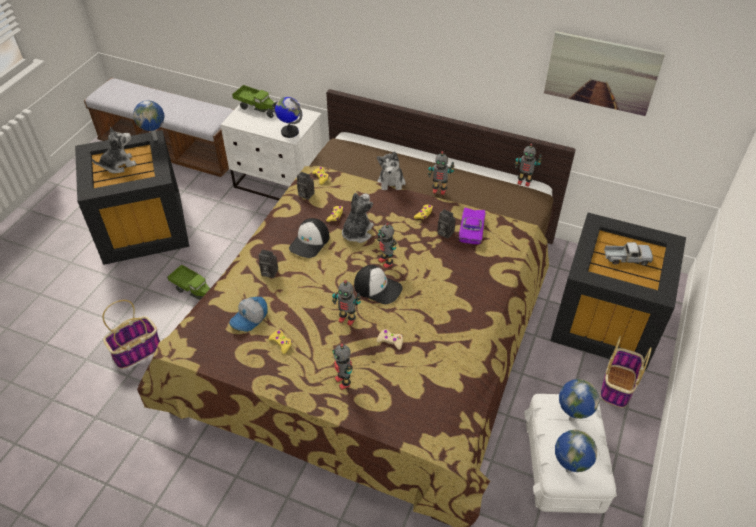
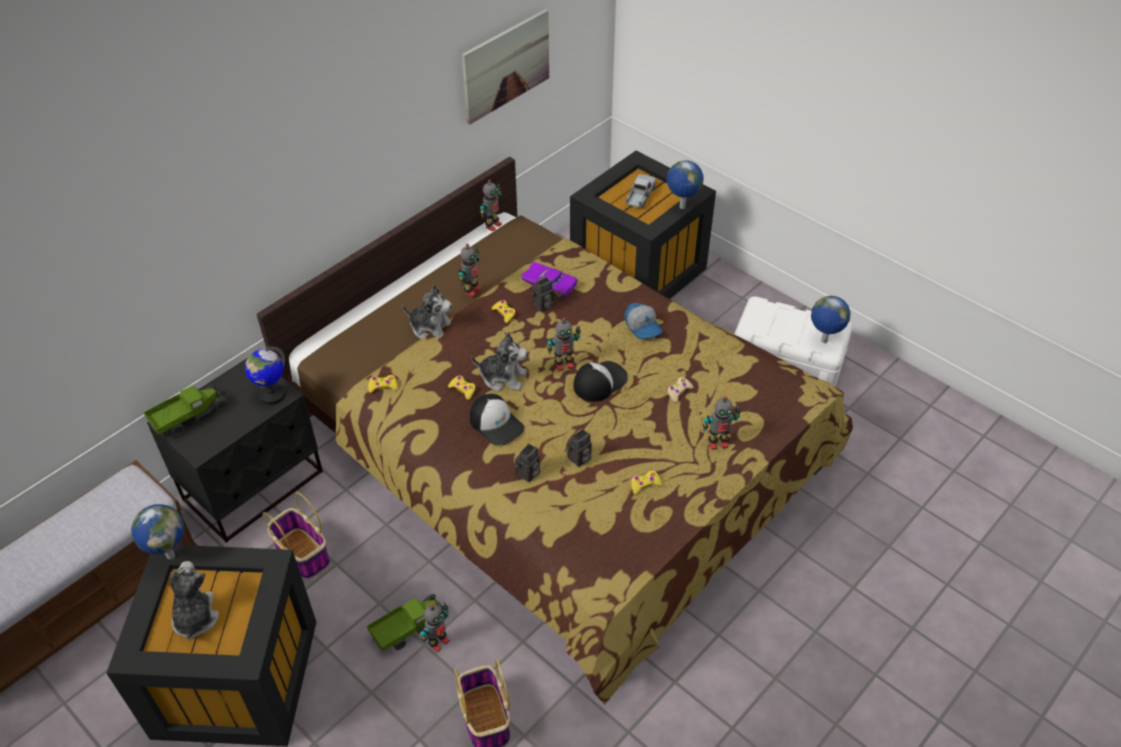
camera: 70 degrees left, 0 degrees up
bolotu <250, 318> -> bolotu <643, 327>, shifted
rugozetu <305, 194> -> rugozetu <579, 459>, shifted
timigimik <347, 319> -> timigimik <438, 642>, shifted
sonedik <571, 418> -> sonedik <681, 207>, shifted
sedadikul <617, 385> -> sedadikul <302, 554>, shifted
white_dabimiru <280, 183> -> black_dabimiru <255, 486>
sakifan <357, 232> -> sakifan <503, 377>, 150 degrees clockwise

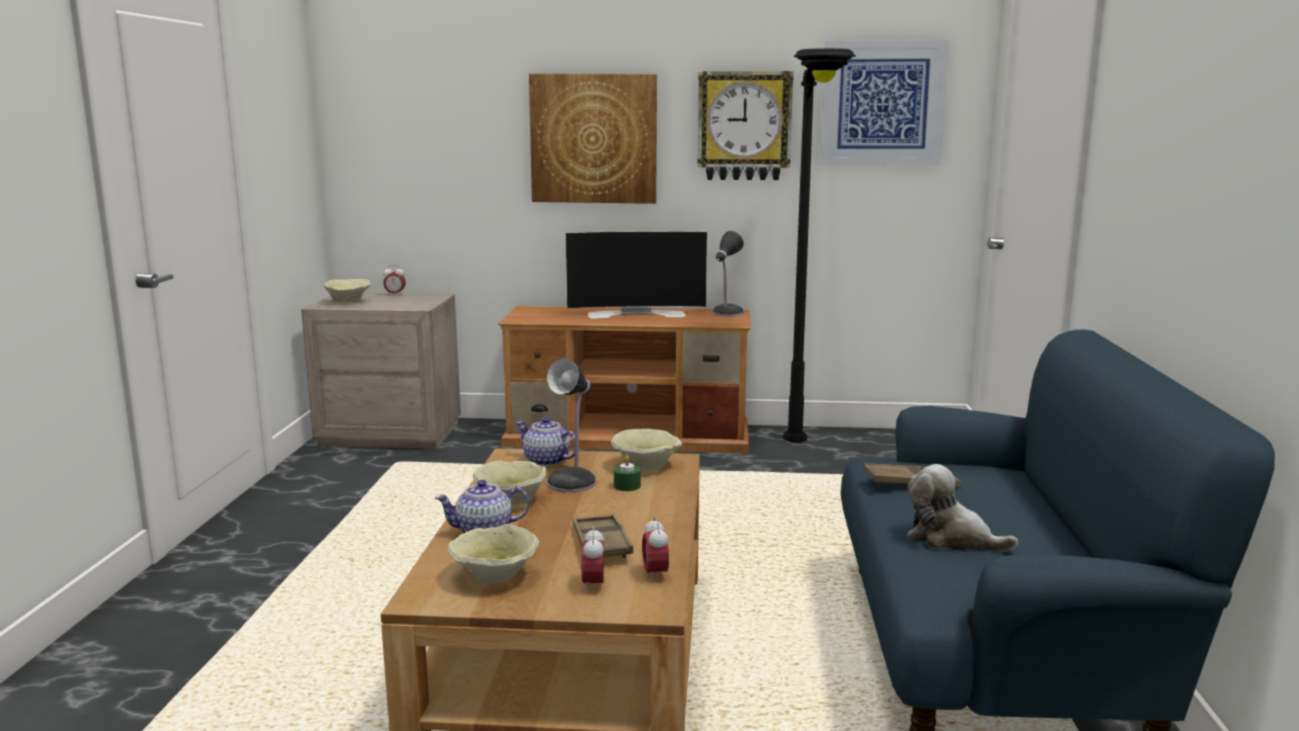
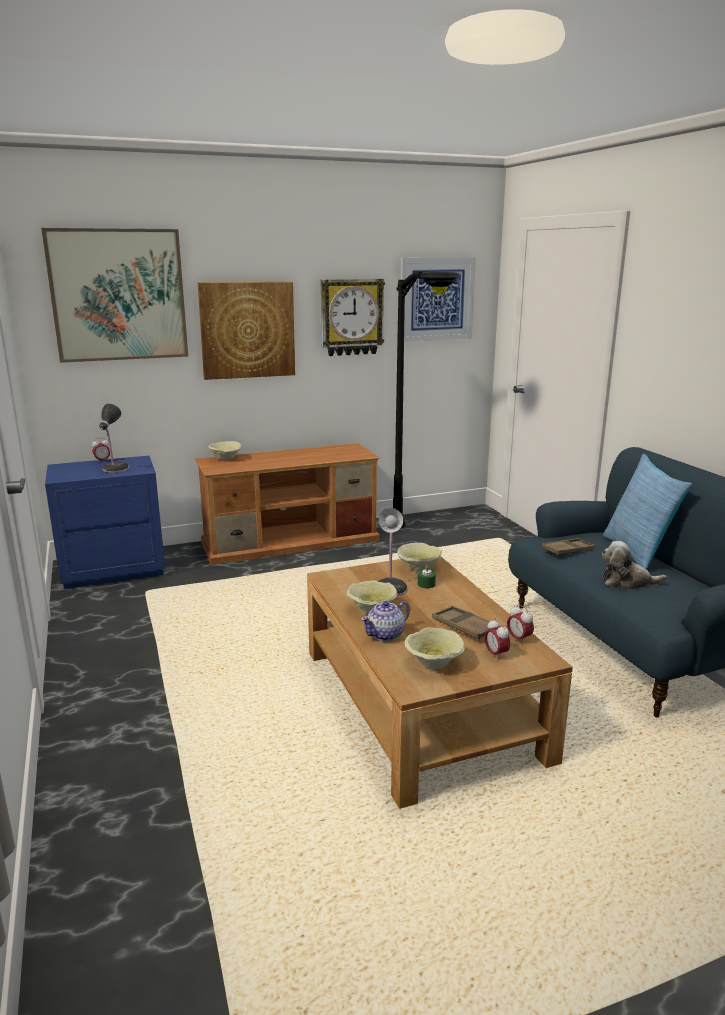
camera: 25 degrees left, 5 degrees up
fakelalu <547, 461> -> none
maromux <637, 313> -> none
none -> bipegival <118, 295>
none -> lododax <639, 553>
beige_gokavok <348, 302> -> beige_gokavok <226, 459>, shifted
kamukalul <726, 313> -> kamukalul <114, 469>, shifted
beige_dabimiru <390, 433> -> blue_dabimiru <113, 569>

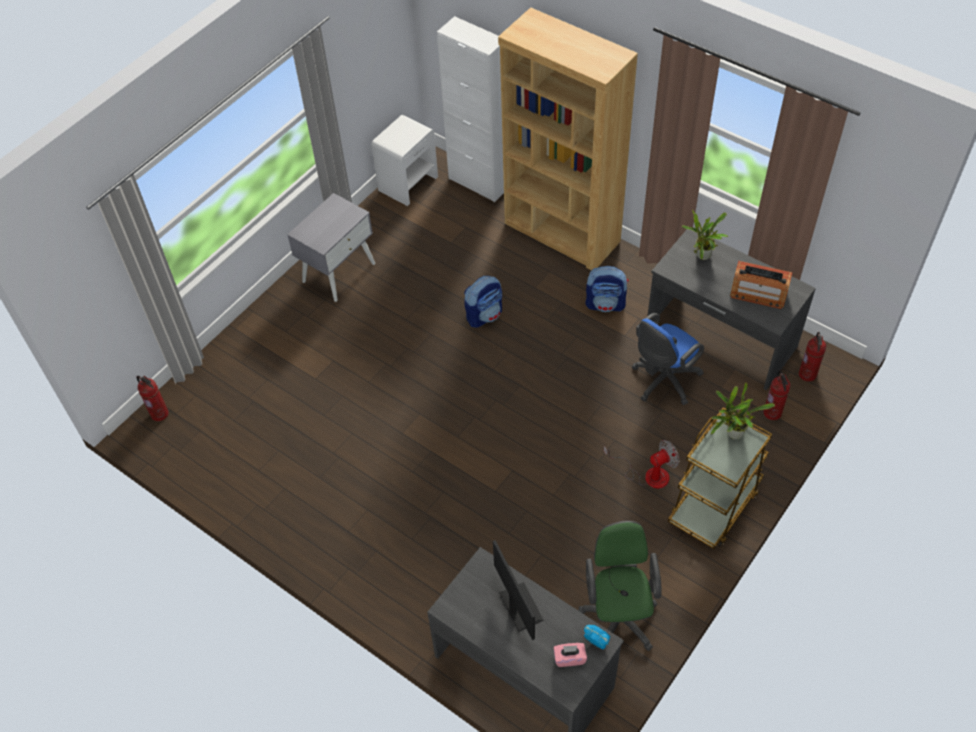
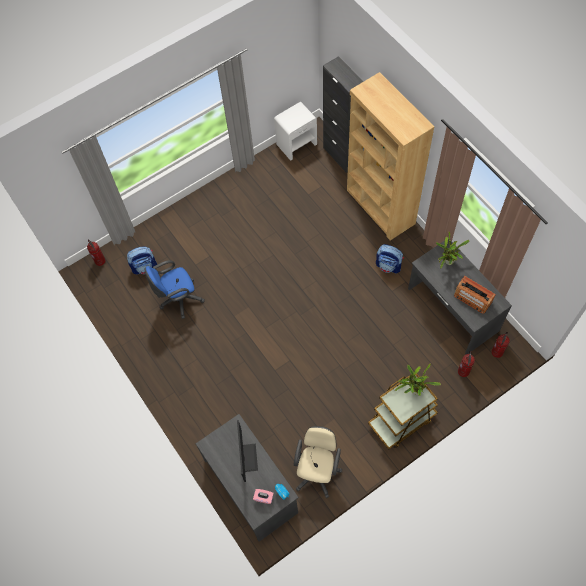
camera: 20 degrees right, 10 degrees up
grey_dabimiru <339, 272> -> none
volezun <648, 475> -> none
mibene <484, 315> -> mibene <144, 267>, shifted
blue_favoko <663, 381> -> blue_favoko <178, 299>, shifted
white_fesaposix <479, 183> -> black_fesaposix <341, 156>
green_favoko <618, 614> -> beige_favoko <317, 470>

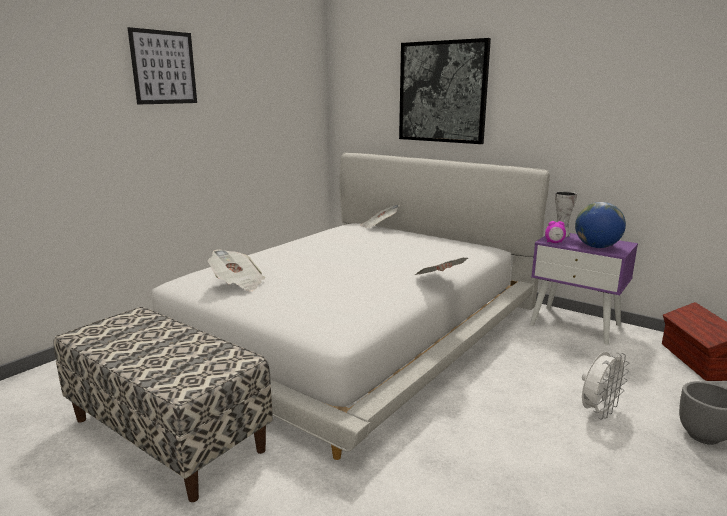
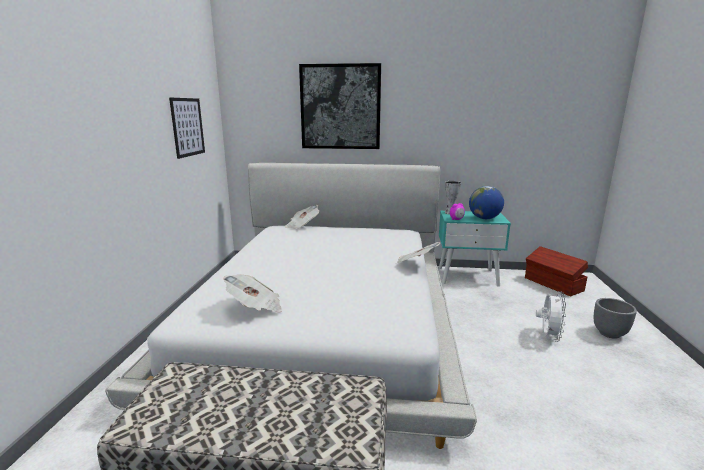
camera: 30 degrees left, 0 degrees up
bipegival <164, 67> -> bipegival <187, 127>, shifted
purple_dabimiru <575, 324> -> turquoise_dabimiru <468, 276>

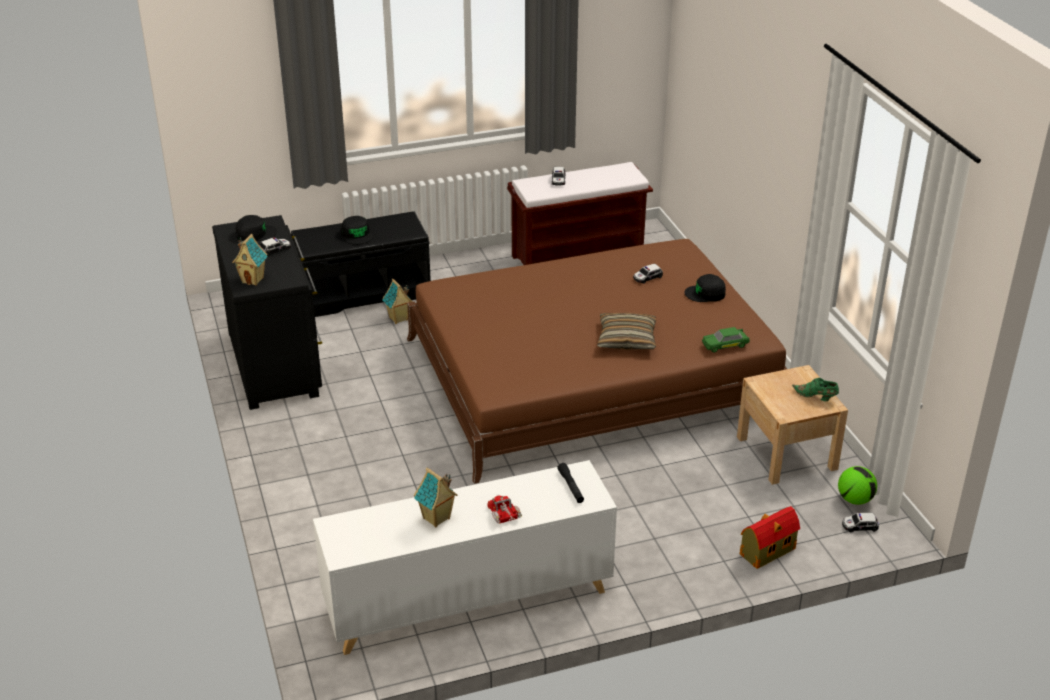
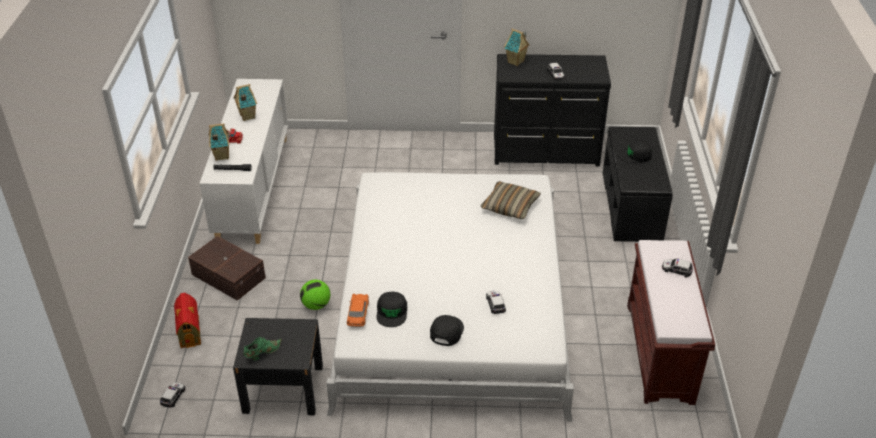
camera: 110 degrees right, 5 degrees up
none -> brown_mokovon <229, 275>
black_bolotu <255, 234> -> black_bolotu <392, 312>, shifted
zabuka <398, 319> -> zabuka <221, 156>, shifted
lododax <626, 339> -> lododax <510, 206>, shifted
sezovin <855, 500> -> sezovin <316, 305>, shifted
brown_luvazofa <592, 376> -> white_luvazofa <452, 304>
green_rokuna <725, 345> -> orange_rokuna <358, 314>
beige_dabimiru <786, 453> -> black_dabimiru <283, 388>

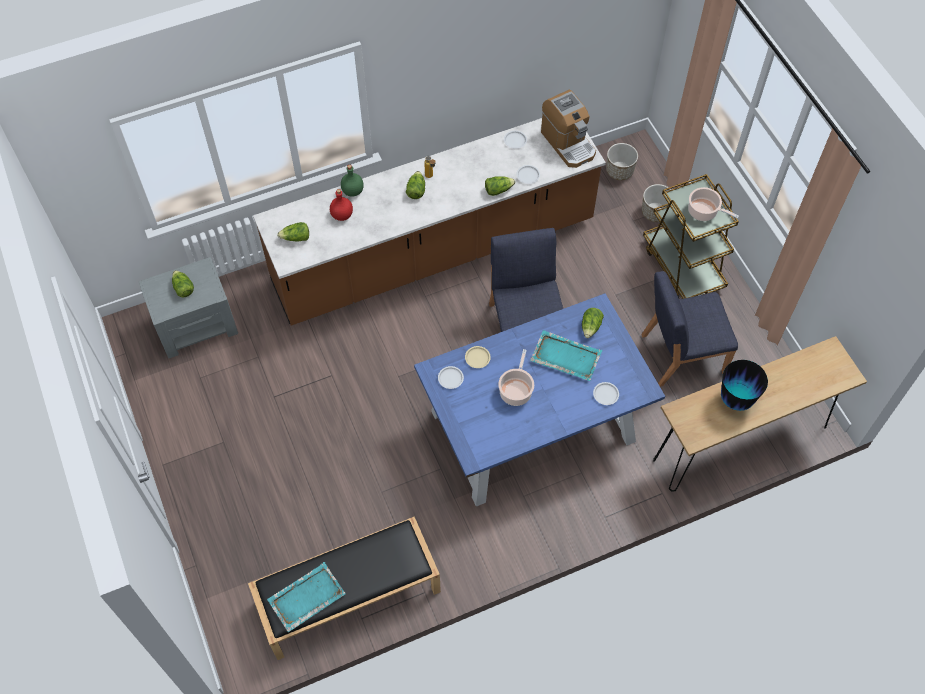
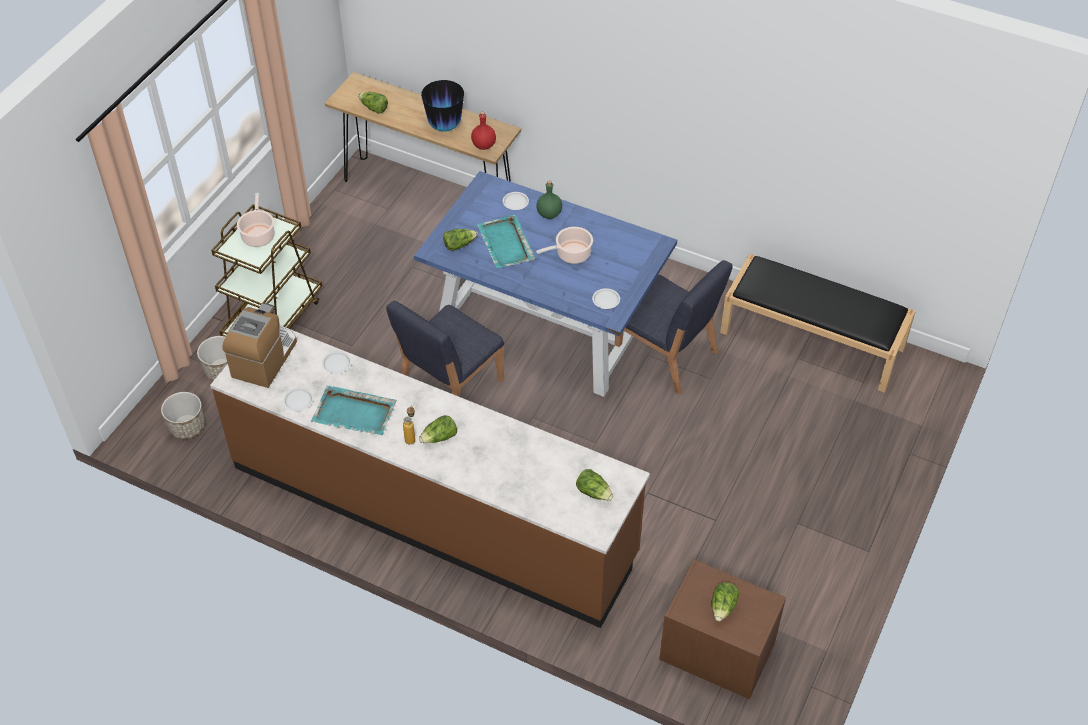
camera: 130 degrees left, 10 degrees down
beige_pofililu <477, 358> -> none
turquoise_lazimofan <306, 598> -> turquoise_lazimofan <355, 413>, shifted
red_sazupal <342, 215> -> red_sazupal <483, 145>, shifted
green_sazupal <352, 191> -> green_sazupal <549, 214>, shifted
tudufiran <498, 190> -> tudufiran <374, 108>, shifted
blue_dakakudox <681, 353> -> blue_dakakudox <666, 355>, shifted
grey_dabimiru <196, 324> -> brown_dabimiru <716, 650>

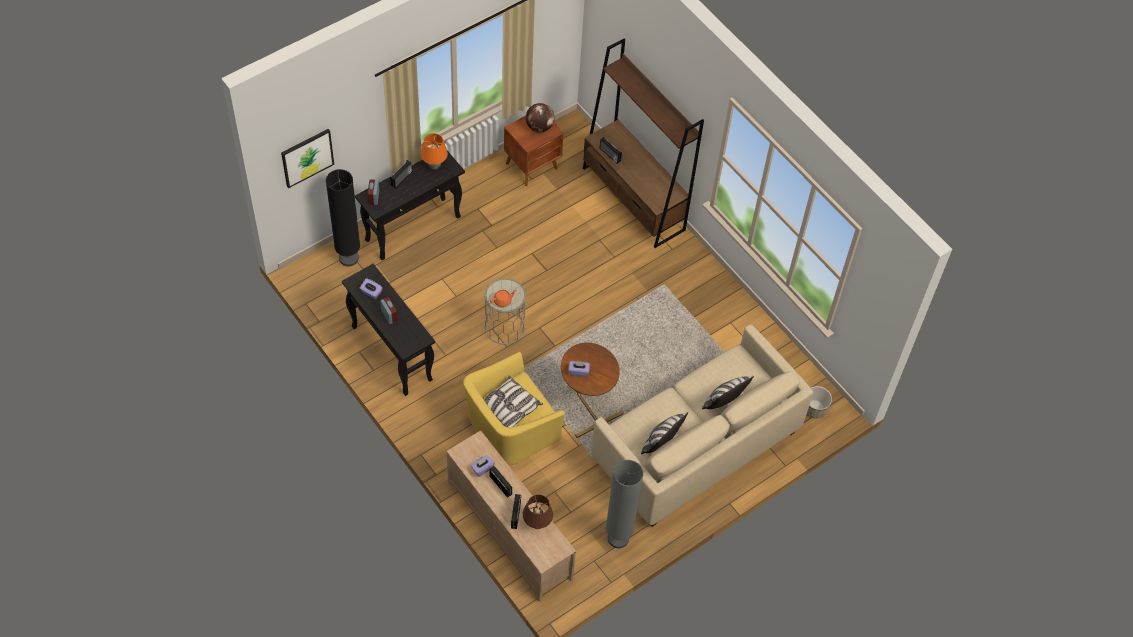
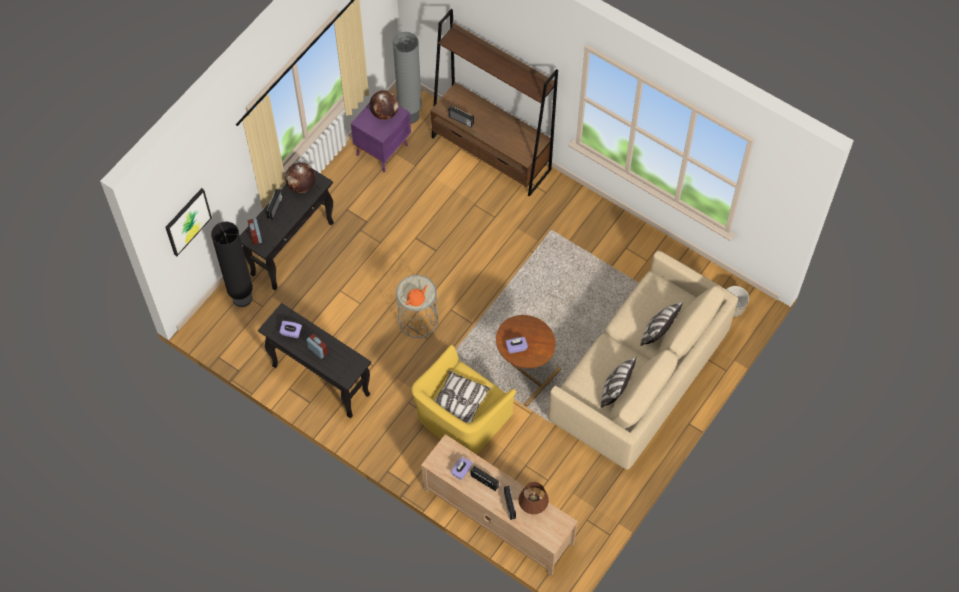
camera: 15 degrees left, 5 degrees up
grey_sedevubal <618, 538> -> grey_sedevubal <410, 116>, shifted
orange_kamukalul <434, 166> -> sonedik <301, 186>
brown_dabimiru <532, 166> -> purple_dabimiru <383, 150>

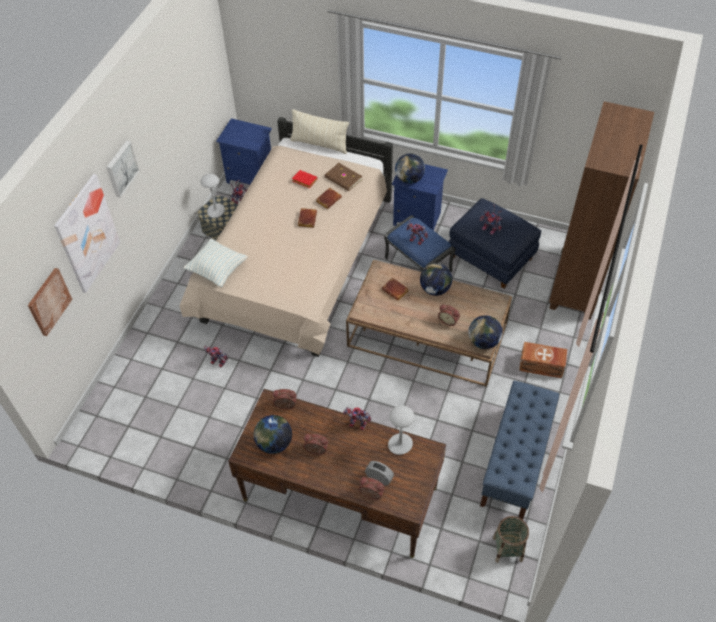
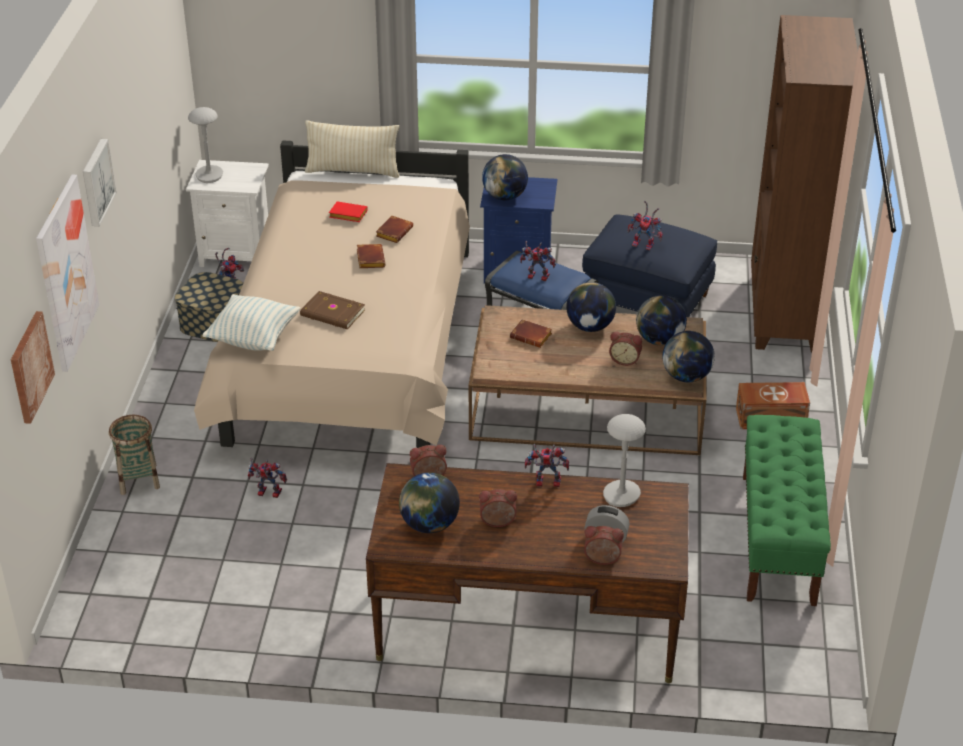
camera: 15 degrees left, 15 degrees down
none -> sonedik <659, 340>
grey_kamukalul <216, 211> -> grey_kamukalul <209, 175>, shifted
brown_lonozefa <343, 179> -> brown_lonozefa <332, 314>, shifted
sedadikul <507, 549> -> sedadikul <138, 479>, shifted
blue_dabimiru <251, 176> -> white_dabimiru <236, 254>
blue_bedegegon <515, 462> -> green_bedegegon <778, 539>

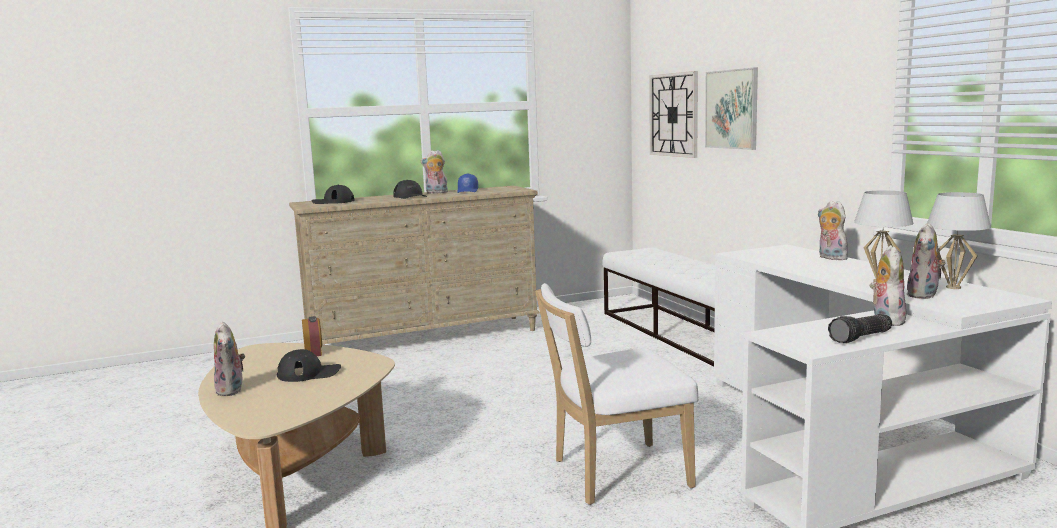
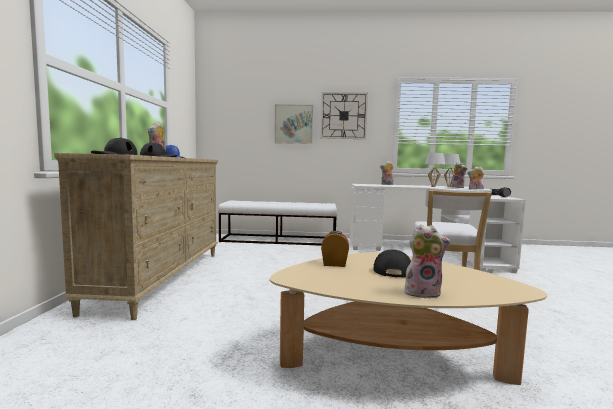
camera: 65 degrees left, 5 degrees down
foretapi <673, 115> -> foretapi <343, 115>, shifted

